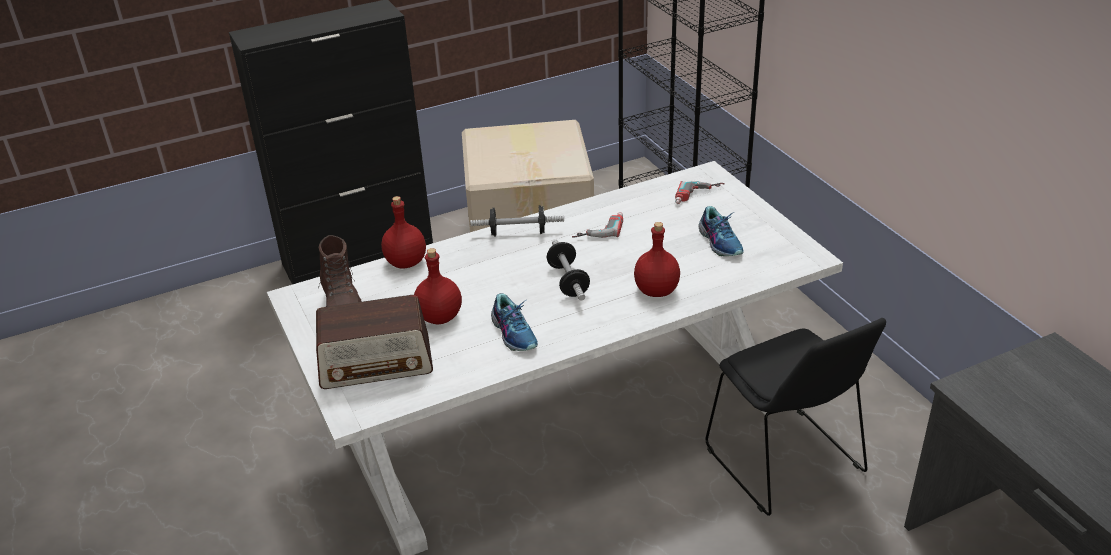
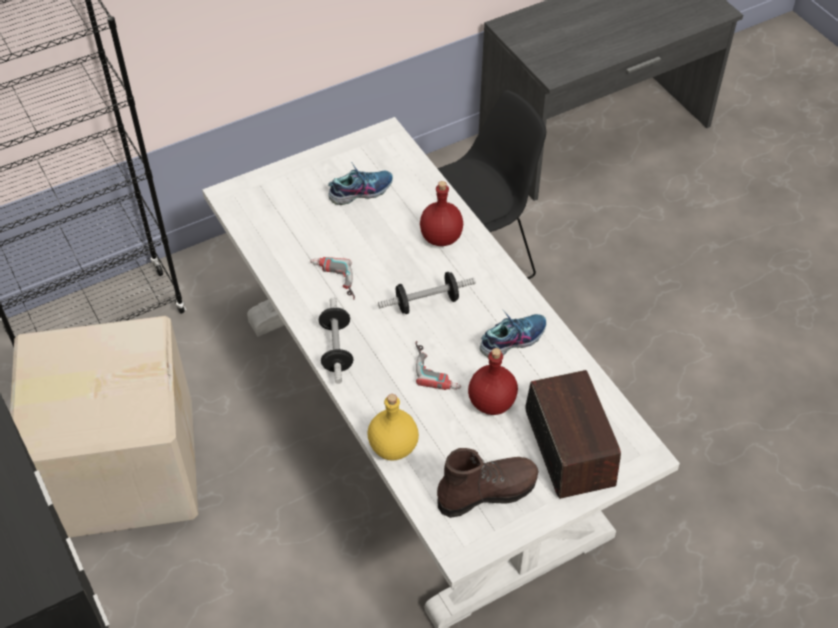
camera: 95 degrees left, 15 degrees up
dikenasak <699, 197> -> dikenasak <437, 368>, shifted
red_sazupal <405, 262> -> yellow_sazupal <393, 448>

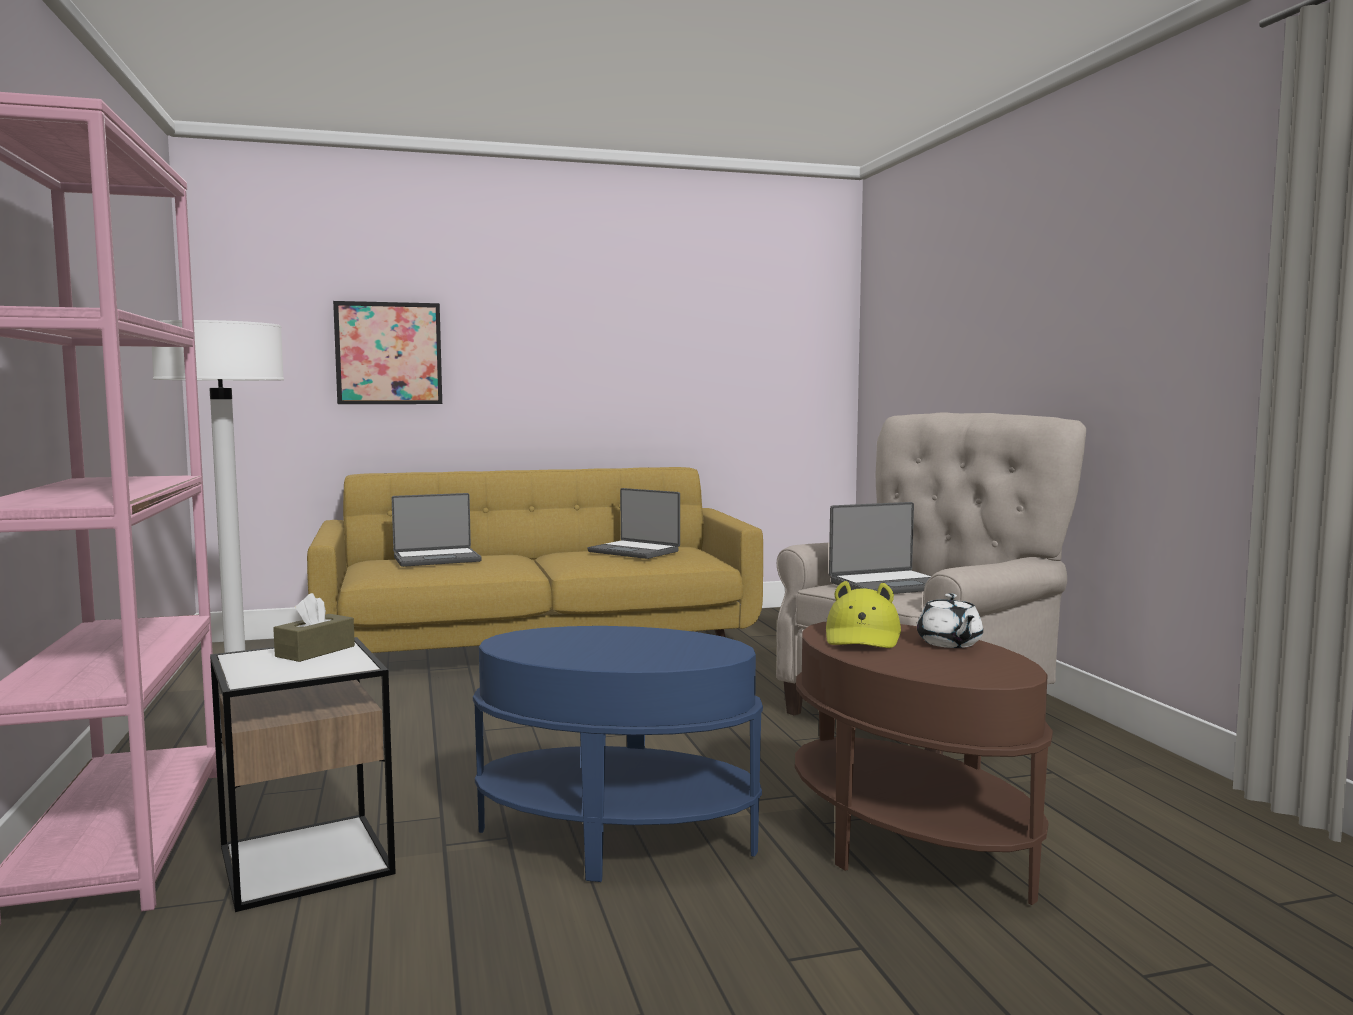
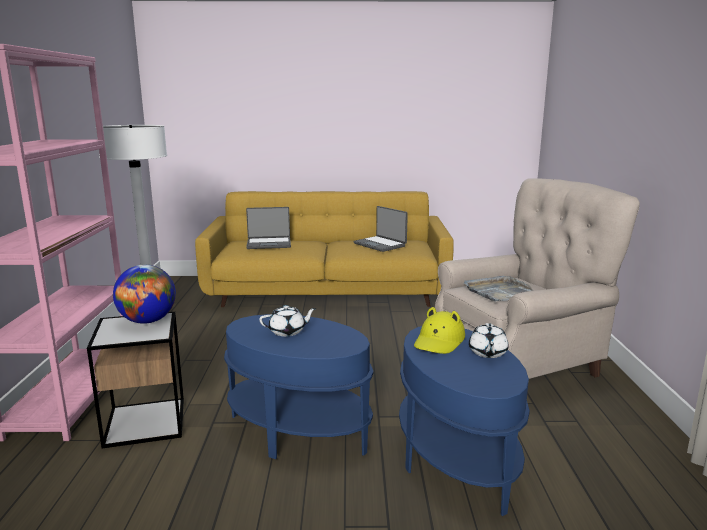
camera: 15 degrees right, 10 degrees up
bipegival <389, 353> -> none
none -> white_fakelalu <288, 331>
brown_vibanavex <315, 651> -> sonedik <147, 321>
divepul <888, 585> -> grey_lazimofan <499, 292>
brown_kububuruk <909, 845> -> blue_kububuruk <455, 461>

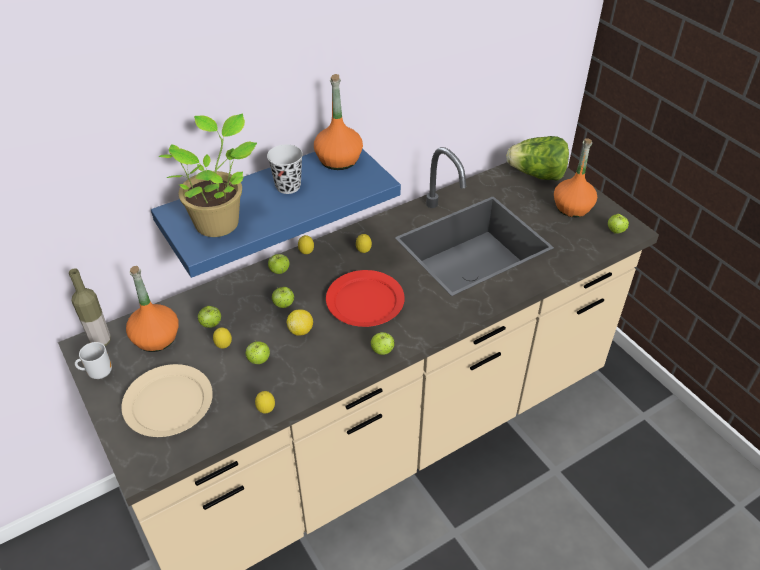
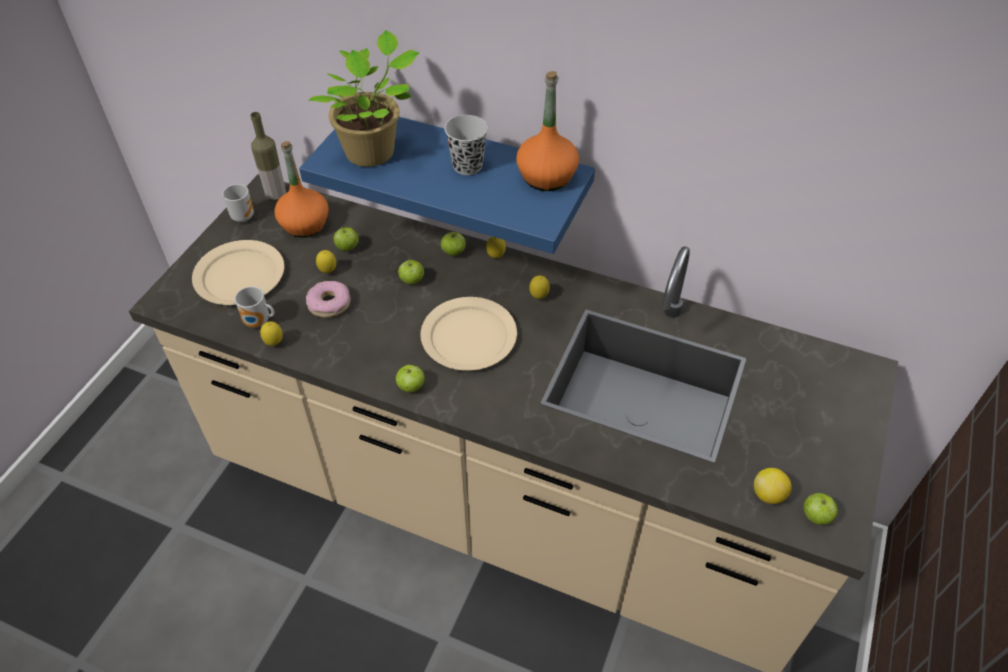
camera: 55 degrees right, 5 degrees up
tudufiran <537, 175> -> none
orange_sazupal <572, 207> -> none
none -> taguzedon <259, 323>
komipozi <301, 330> -> komipozi <768, 494>, shifted
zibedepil <259, 360> -> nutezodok <329, 304>
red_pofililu <364, 300> -> beige_pofililu <469, 336>

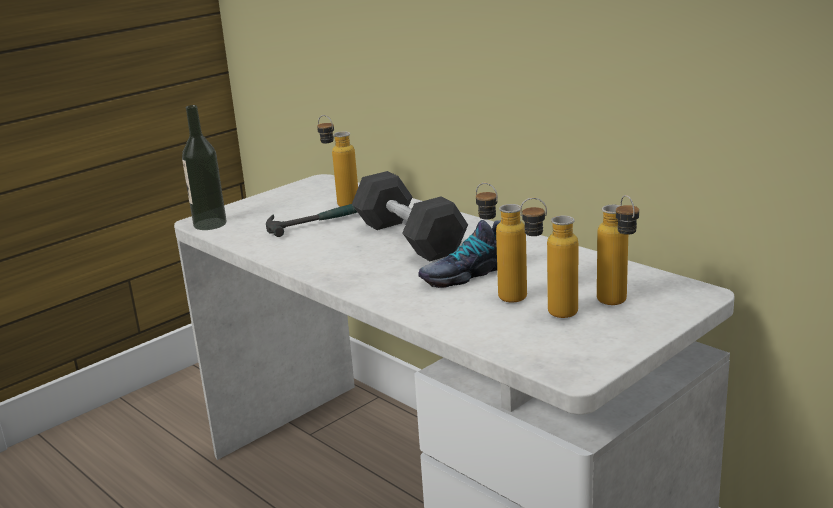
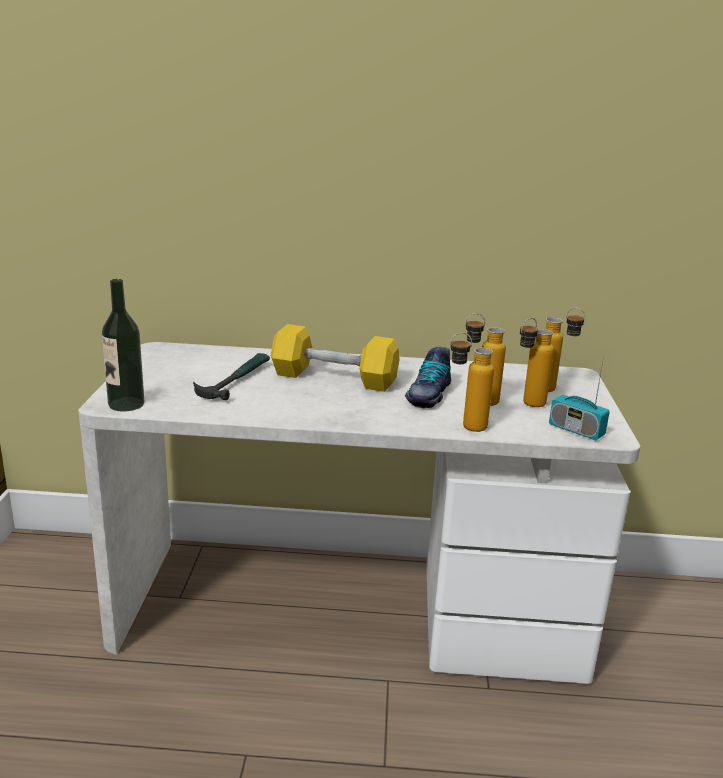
camera: 45 degrees left, 0 degrees up
none -> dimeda <576, 430>
sazupal <341, 203> -> sazupal <464, 427>, shifted
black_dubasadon <409, 238> -> yellow_dubasadon <334, 378>

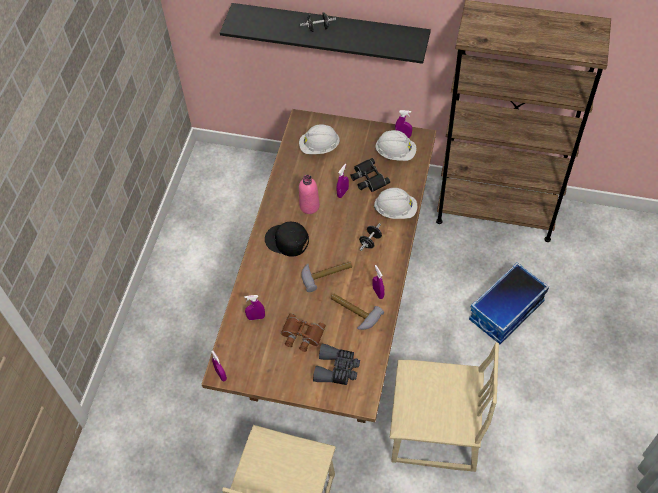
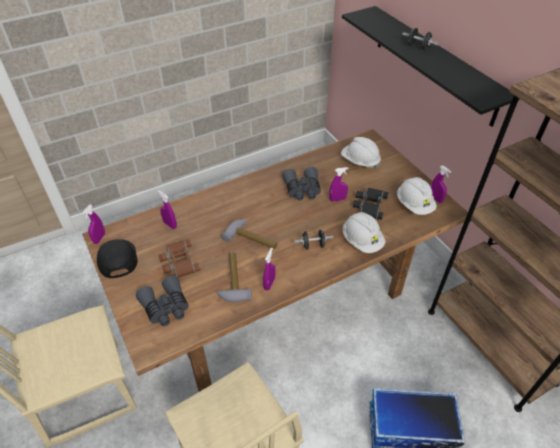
camera: 45 degrees right, 10 degrees down
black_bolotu <287, 241> -> black_bolotu <116, 259>, shifted
pink_sazupal <309, 206> -> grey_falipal <302, 189>

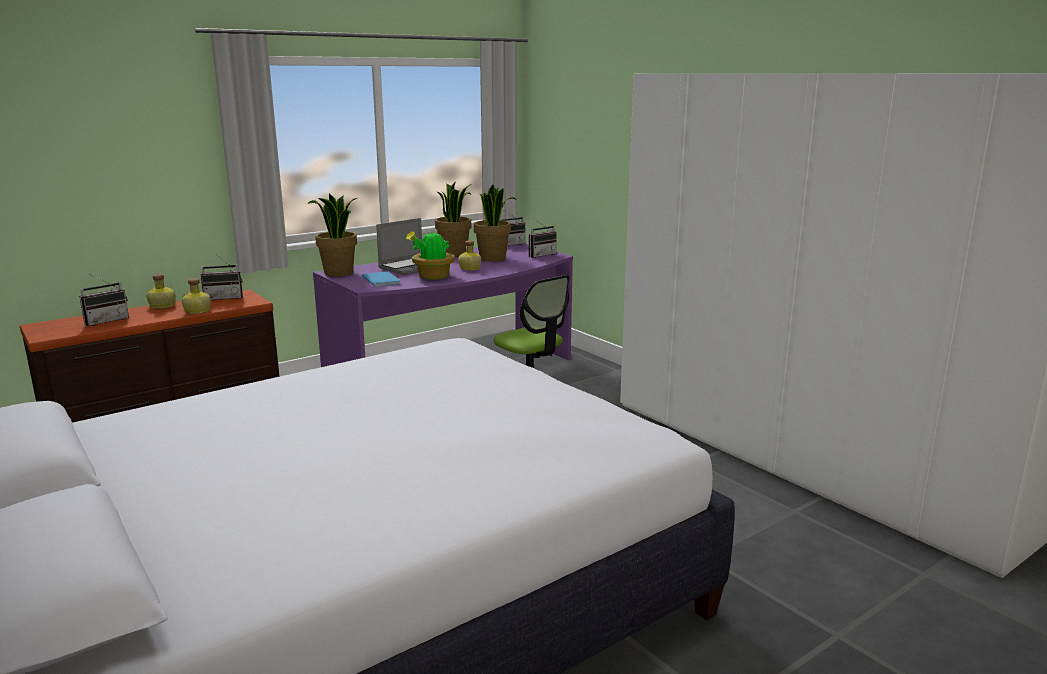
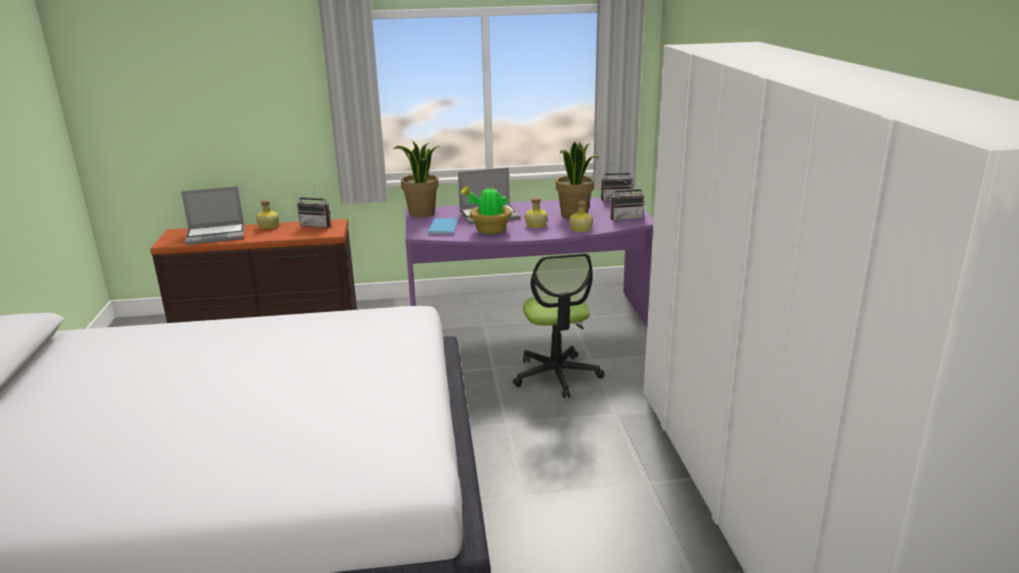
camera: 30 degrees right, 5 degrees up
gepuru <454, 254> -> none
sazupal <197, 311> -> sazupal <580, 229>, shifted
dimeda <106, 321> -> divepul <217, 235>

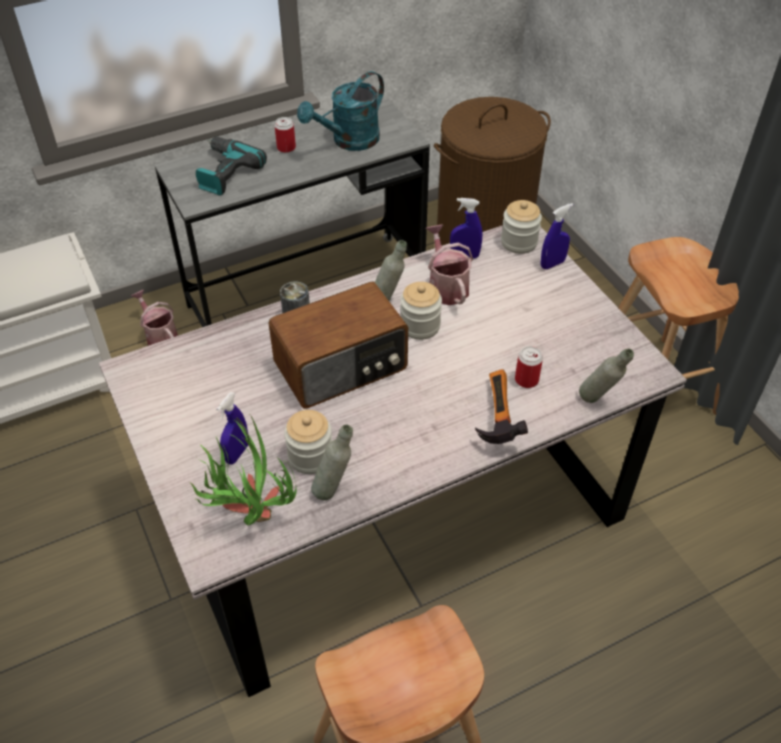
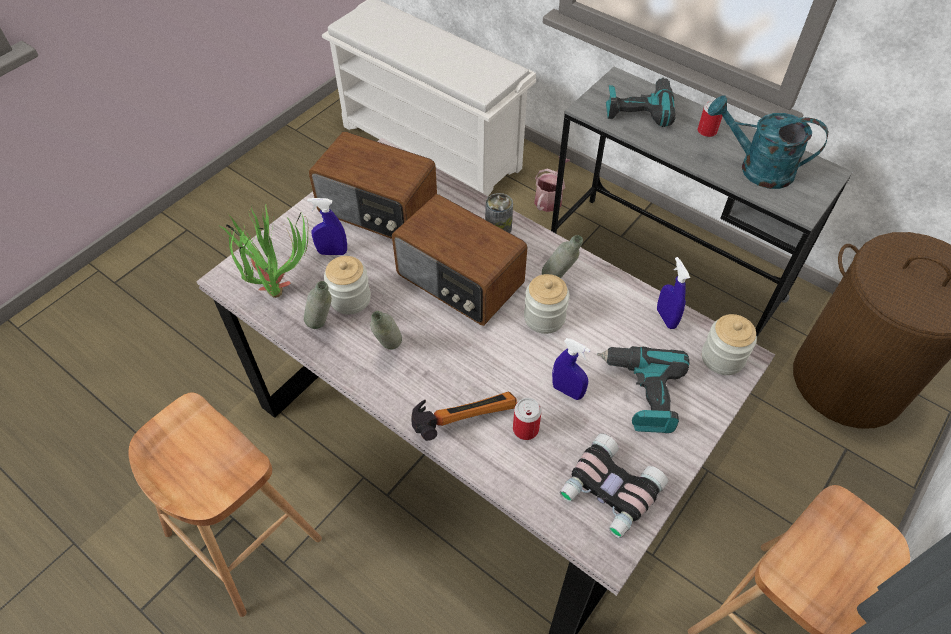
camera: 65 degrees right, 5 degrees up
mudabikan <446, 286> -> none
none -> dimeda <377, 209>
none -> falipal <609, 492>
none -> dikenasak <642, 393>
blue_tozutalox <552, 264> -> blue_tozutalox <567, 391>, shifted
grey_sazupal <598, 401> -> grey_sazupal <389, 351>, shifted

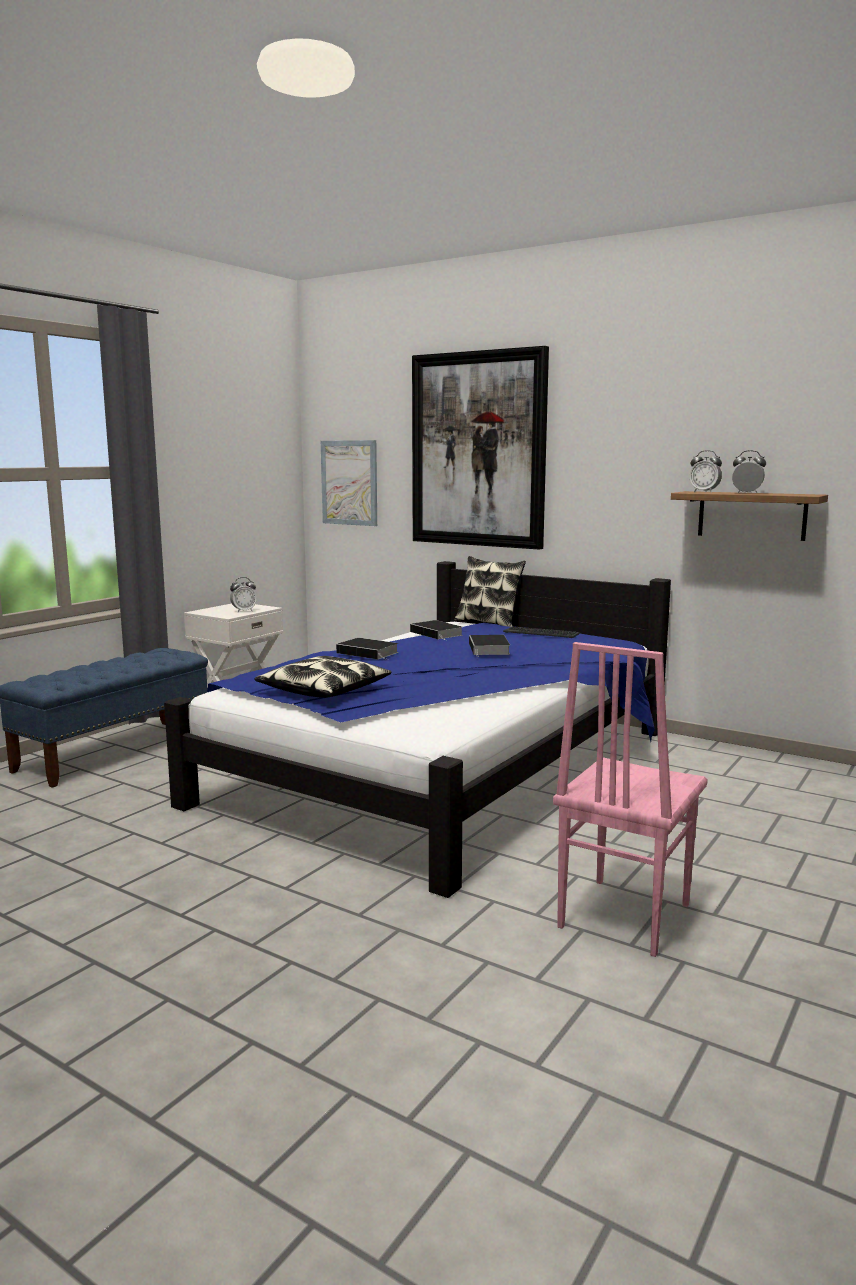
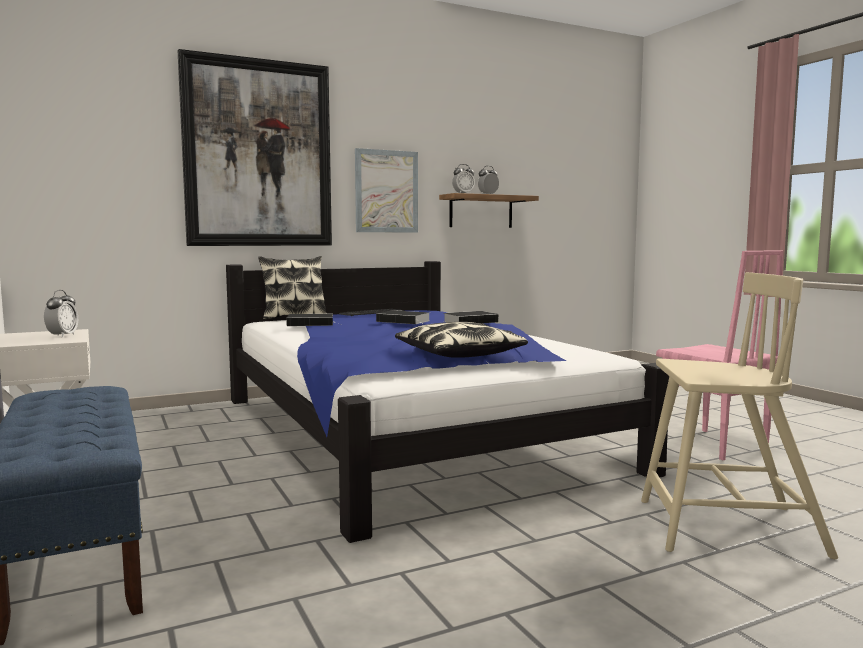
camera: 60 degrees left, 5 degrees down
none -> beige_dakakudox <726, 528>
bipegival <349, 482> -> bipegival <386, 191>, shifted
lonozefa <369, 653> -> lonozefa <471, 321>, shifted

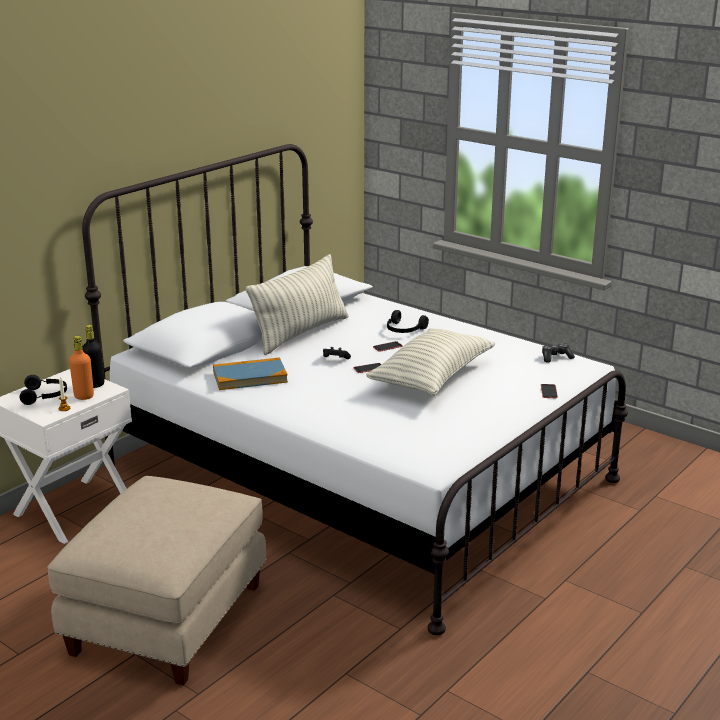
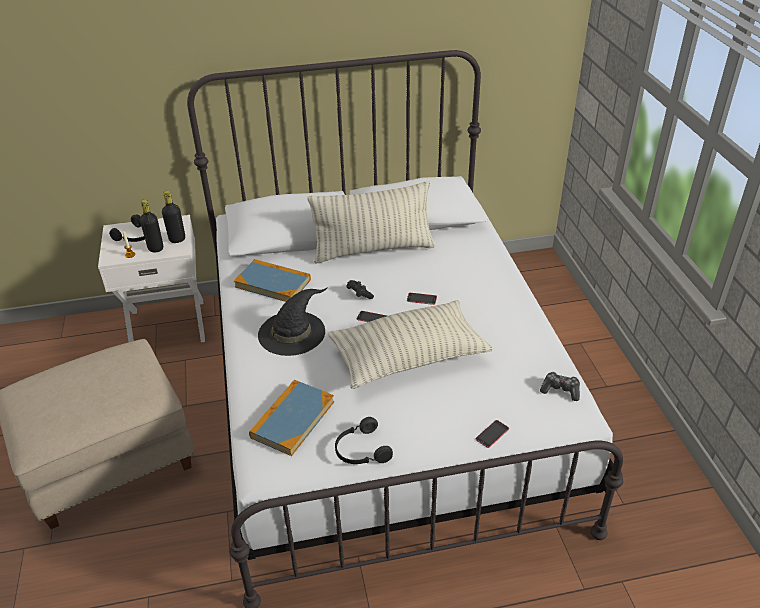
camera: 40 degrees right, 15 degrees up
none -> lonozefa <292, 419>
none -> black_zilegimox <292, 332>
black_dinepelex <404, 330> -> black_dinepelex <361, 450>, shifted
orange_sazupal <84, 396> -> black_sazupal <155, 248>

